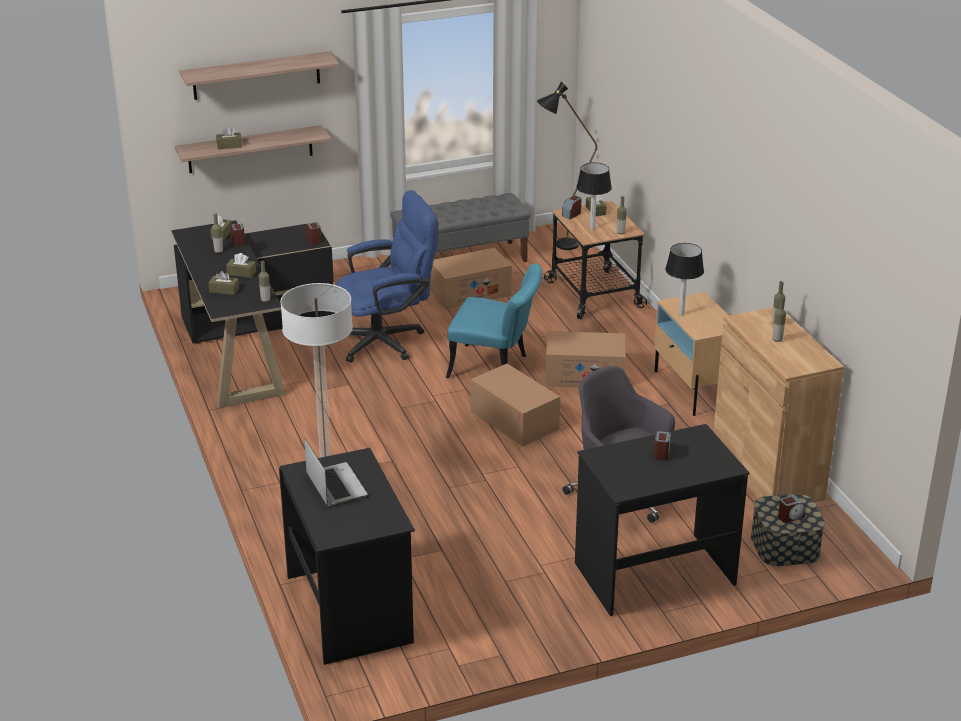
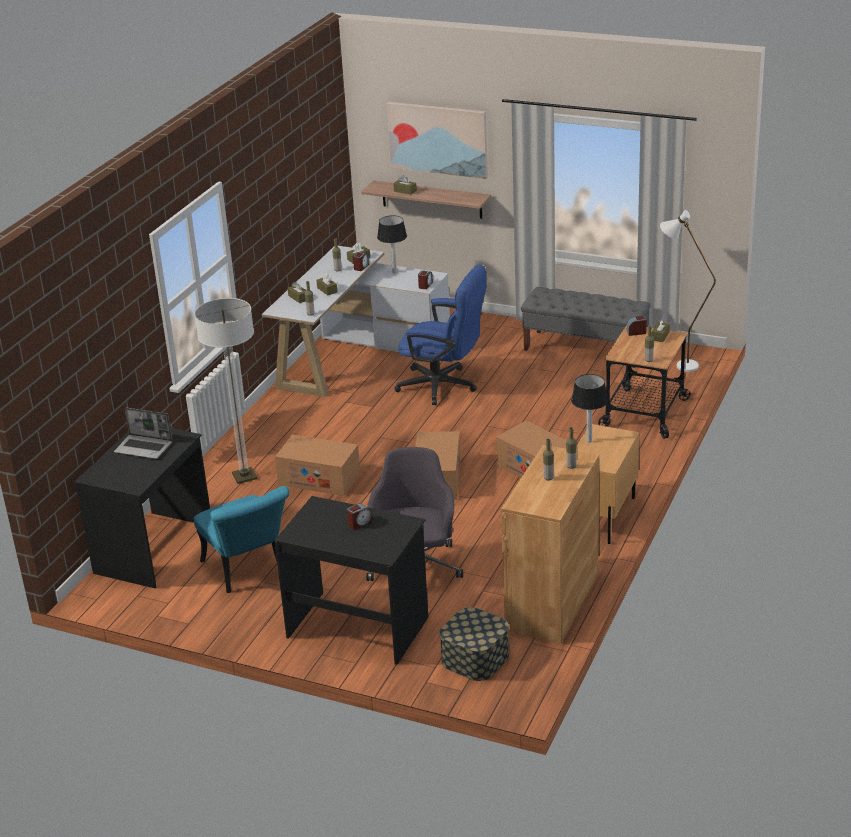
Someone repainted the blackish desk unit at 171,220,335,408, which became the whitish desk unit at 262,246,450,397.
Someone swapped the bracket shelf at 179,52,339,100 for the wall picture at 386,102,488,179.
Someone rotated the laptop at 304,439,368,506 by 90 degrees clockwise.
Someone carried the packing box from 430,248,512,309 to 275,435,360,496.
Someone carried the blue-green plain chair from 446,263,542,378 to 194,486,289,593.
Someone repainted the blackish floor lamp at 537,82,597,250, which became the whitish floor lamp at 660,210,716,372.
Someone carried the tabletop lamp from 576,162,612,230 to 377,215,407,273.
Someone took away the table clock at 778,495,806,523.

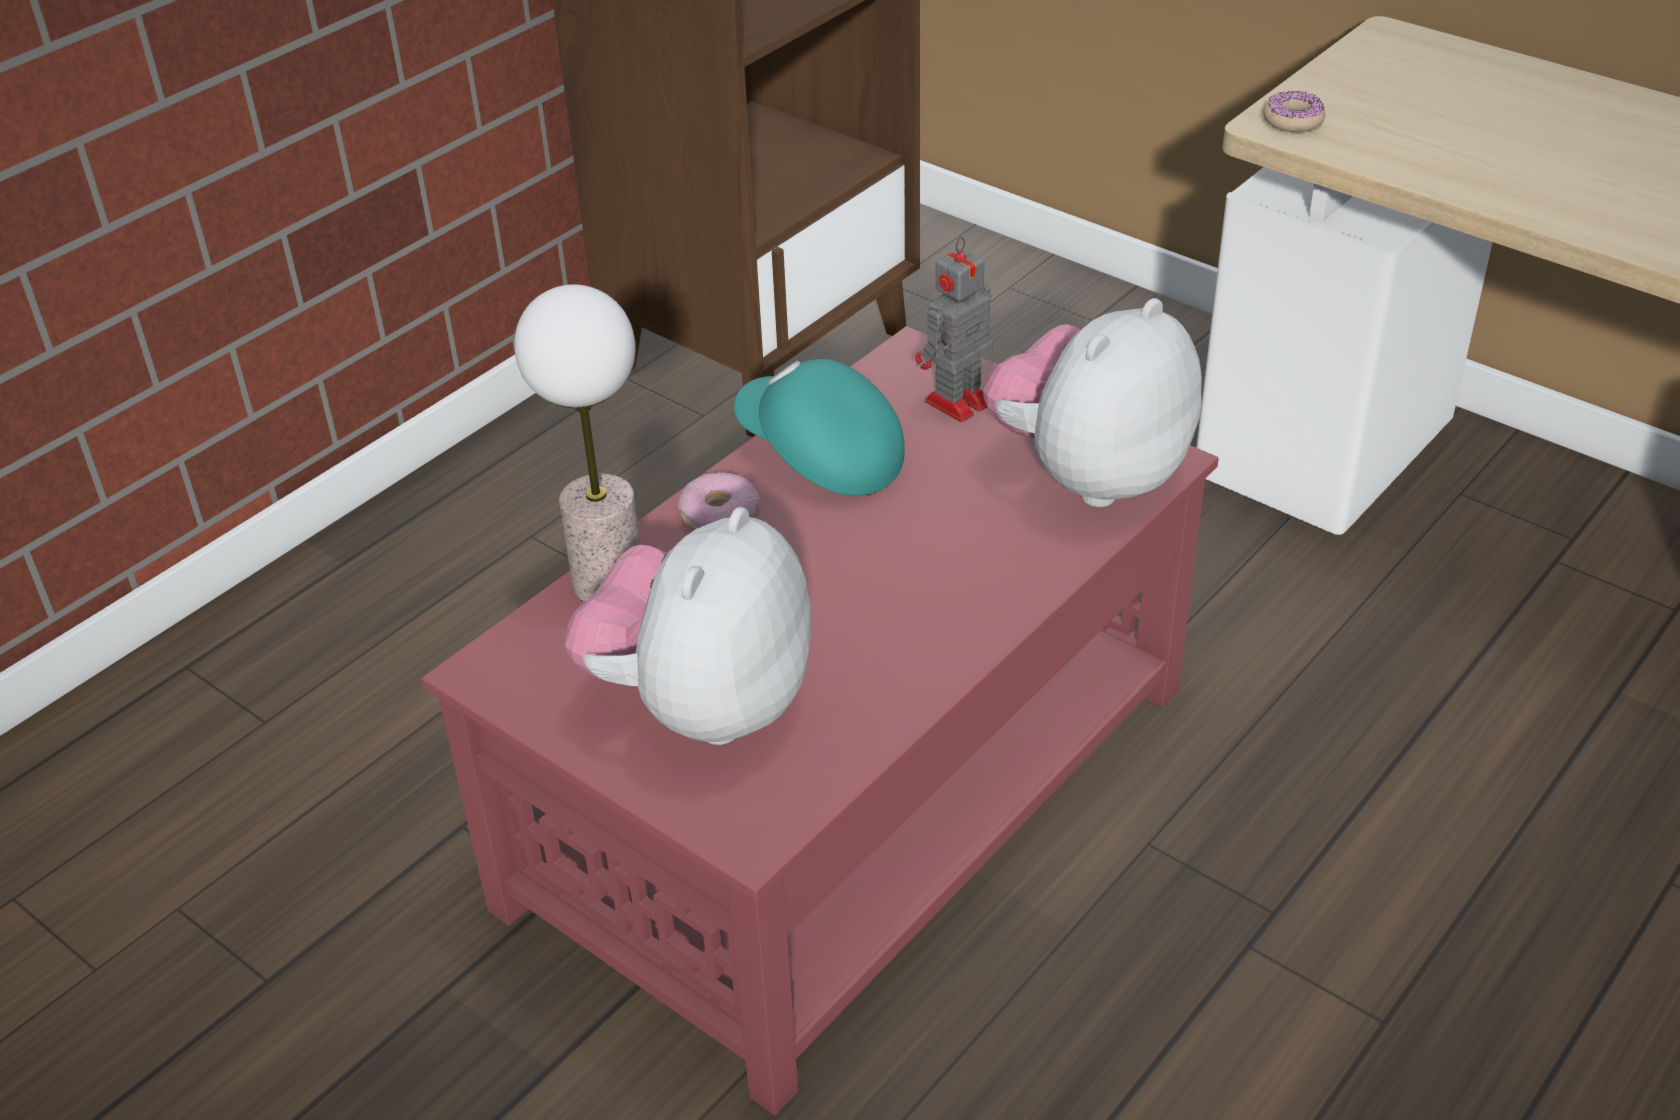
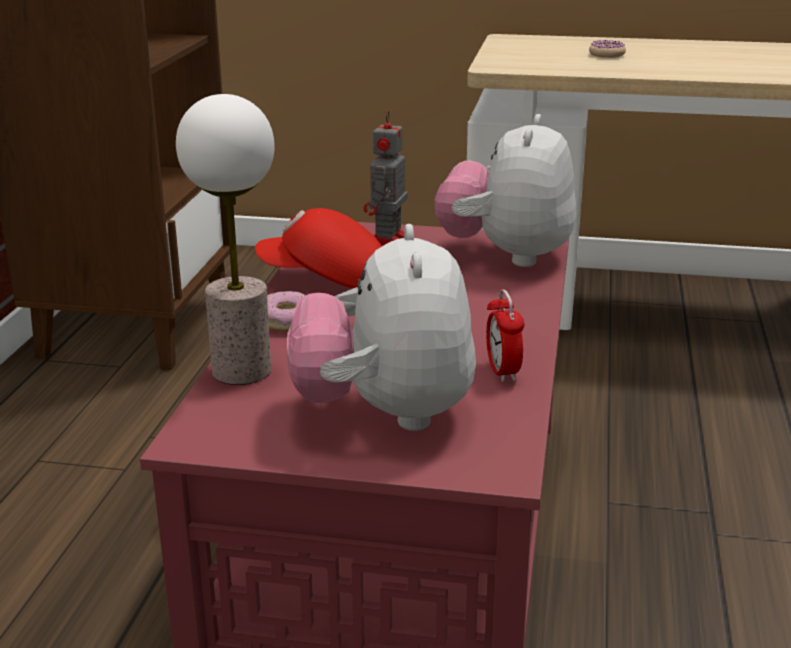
Someone repainted the blue-green cap at 734,359,905,496, which became the red cap at 255,208,382,288.
Someone carried the ring doughnut from 1263,91,1325,132 to 589,40,626,58.
Someone put down the table clock at 486,289,524,382.

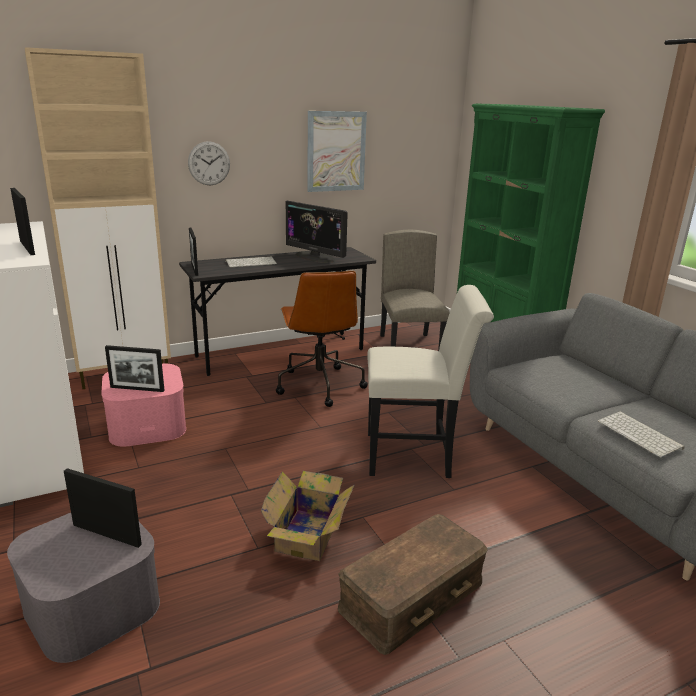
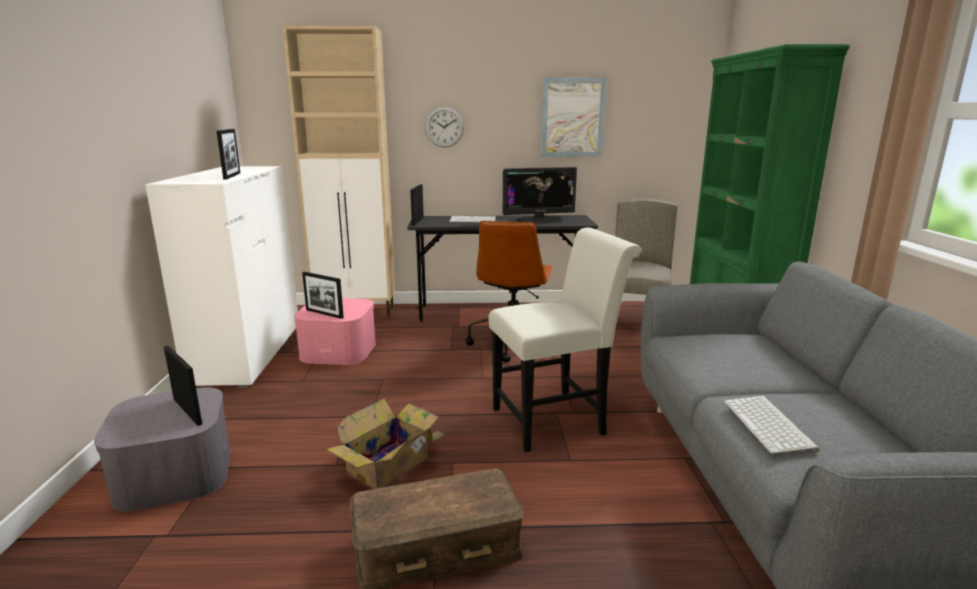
Someone rotated the computer display at 286,201,348,263 by 75 degrees counterclockwise.
Someone rotated the whitish plain chair at 367,285,494,478 by 45 degrees counterclockwise.

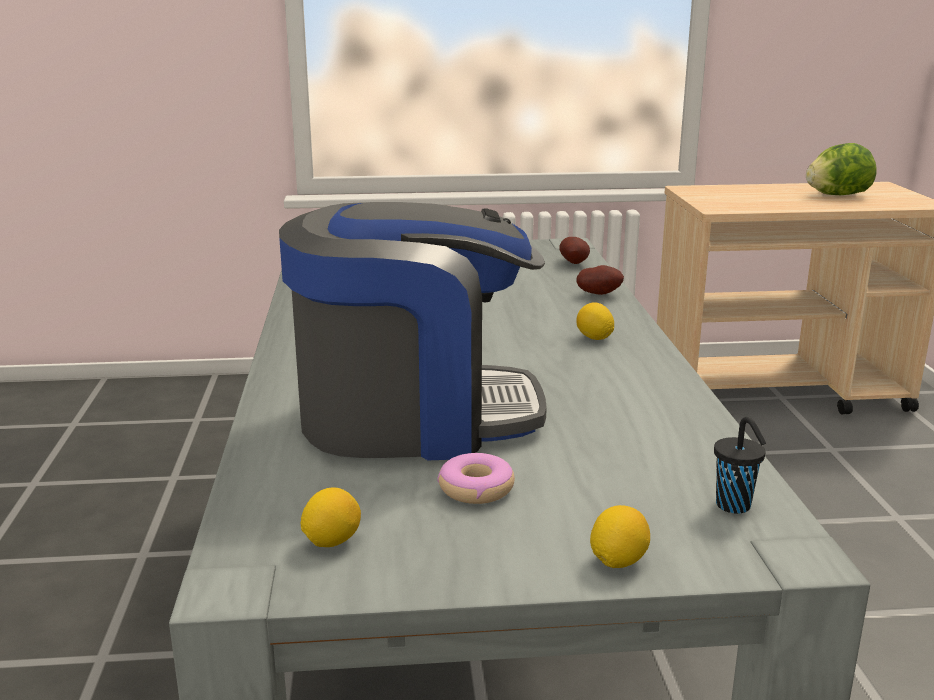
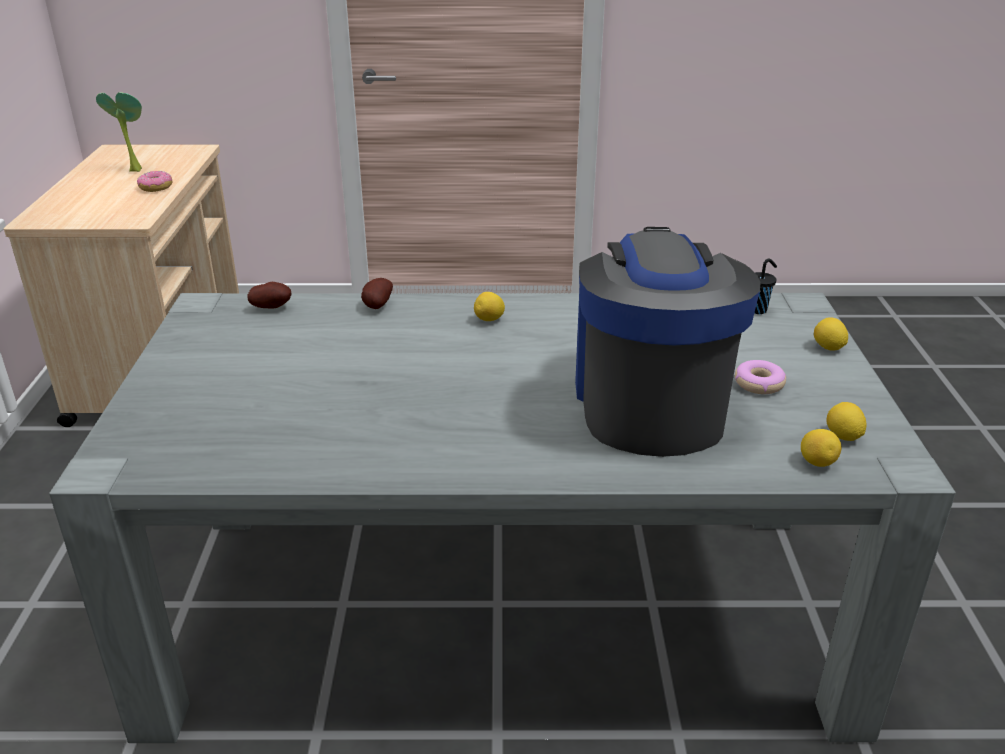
Someone swapped the head of lettuce at 806,143,877,195 for the potted plant at 96,92,142,172.
Someone put down the ring doughnut at 137,171,173,192.
Someone put down the citrus fruit at 801,429,842,467.

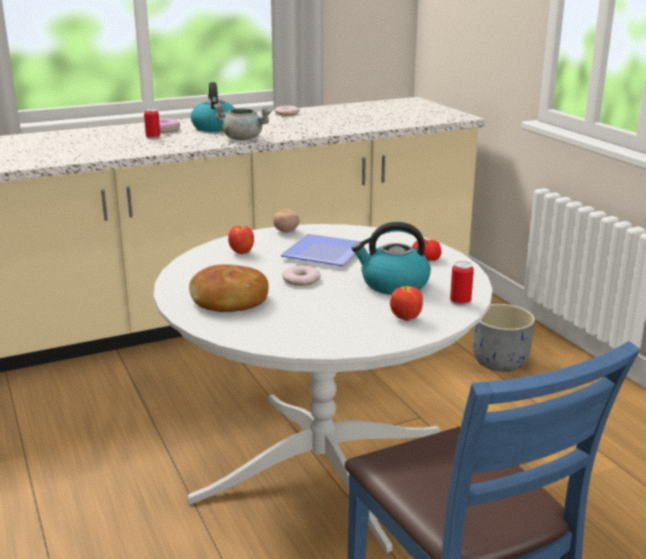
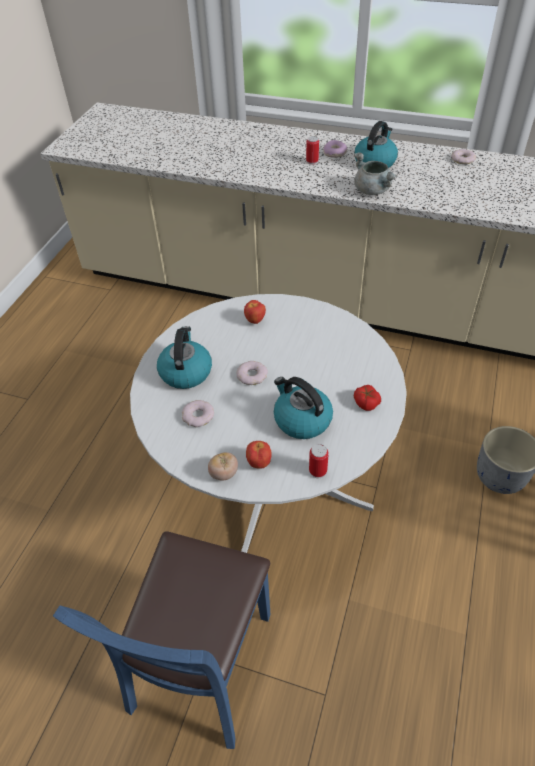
Someone swapped the bakery bread at 189,264,269,312 for the tea kettle at 157,326,212,389.
Someone carried the whole tomato from 273,209,299,233 to 208,452,238,481.
Someone took away the plate at 280,234,366,266.
Someone put down the ring doughnut at 182,400,214,427.

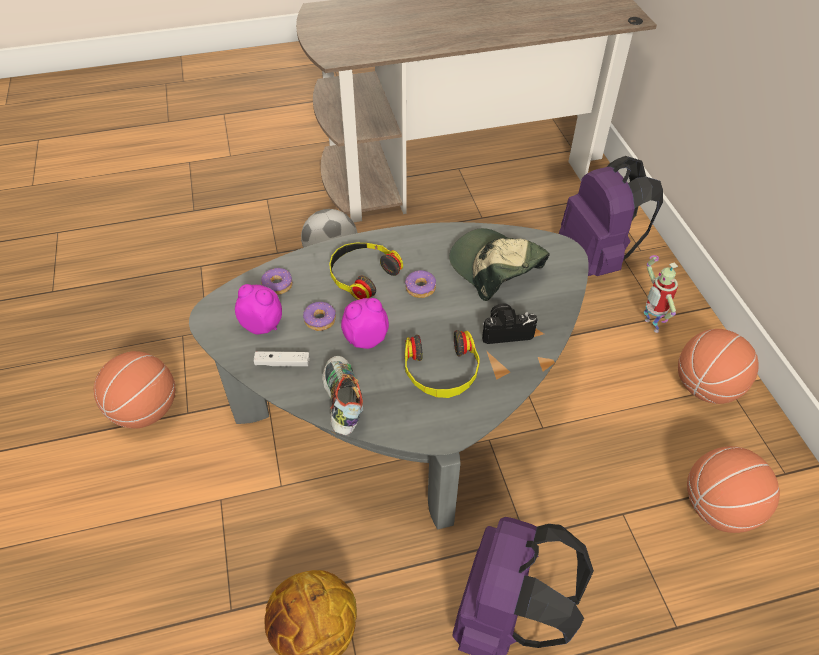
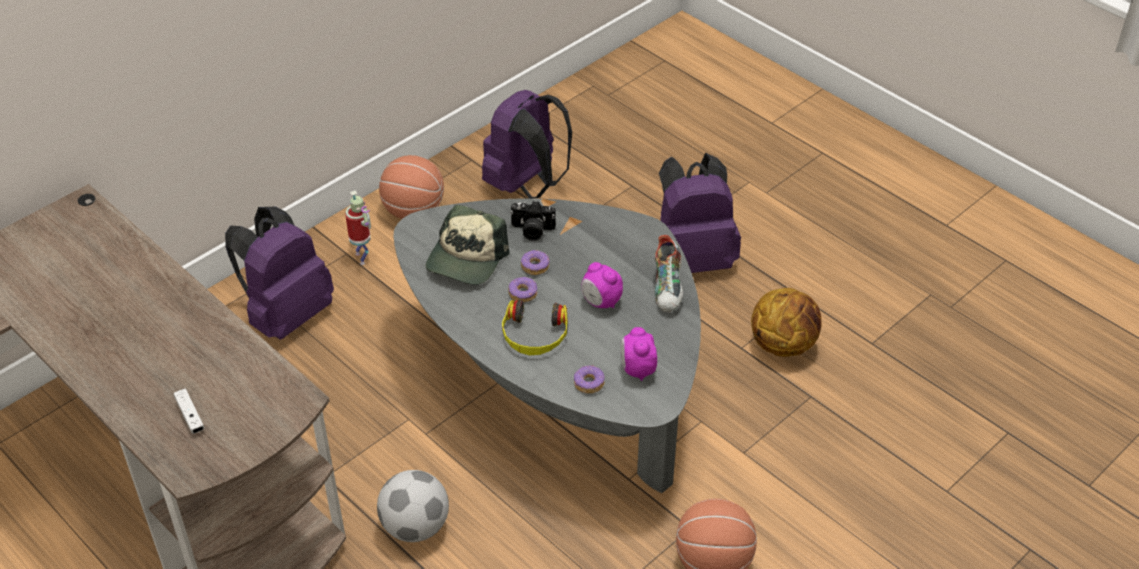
Someone carried the whitish gamepad from 253,351,310,367 to 173,389,205,434.
Someone carried the ring doughnut from 303,302,336,331 to 521,250,550,275.
Someone rotated the low shoe at 322,356,363,436 by 45 degrees counterclockwise.
Someone took away the pair of headphones at 405,330,480,398.
Someone rotated the photo camera at 482,303,538,344 by 45 degrees counterclockwise.
Someone rotated the robot figure at 644,255,678,333 by 60 degrees counterclockwise.
Someone swapped the basketball ball at 687,446,780,533 for the purplish backpack at 482,90,572,199.

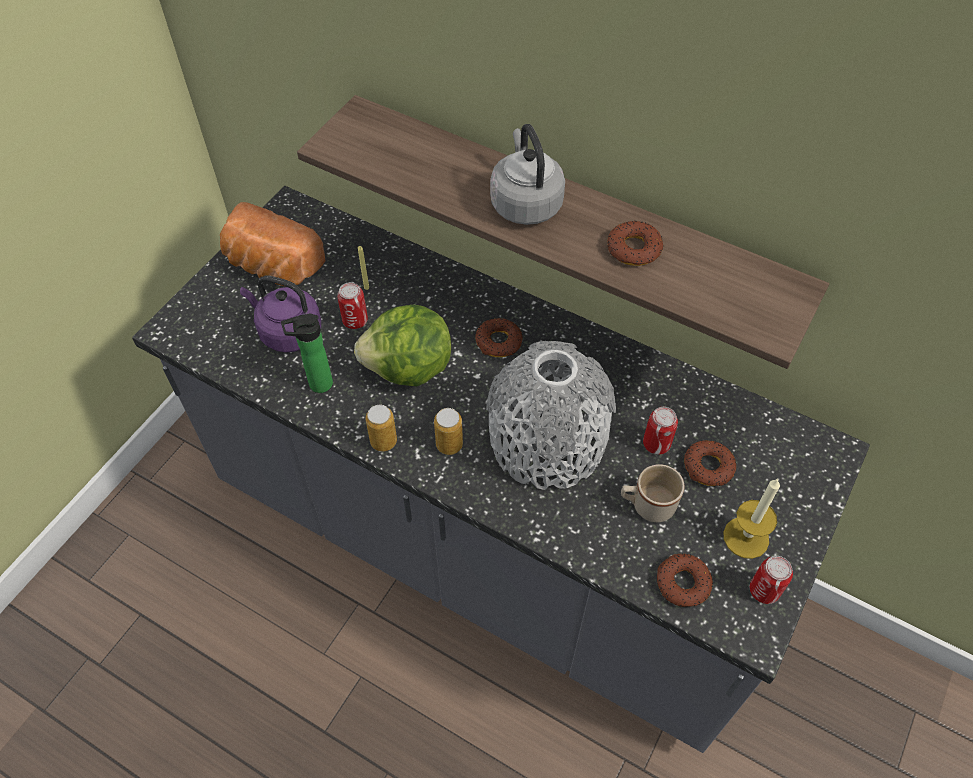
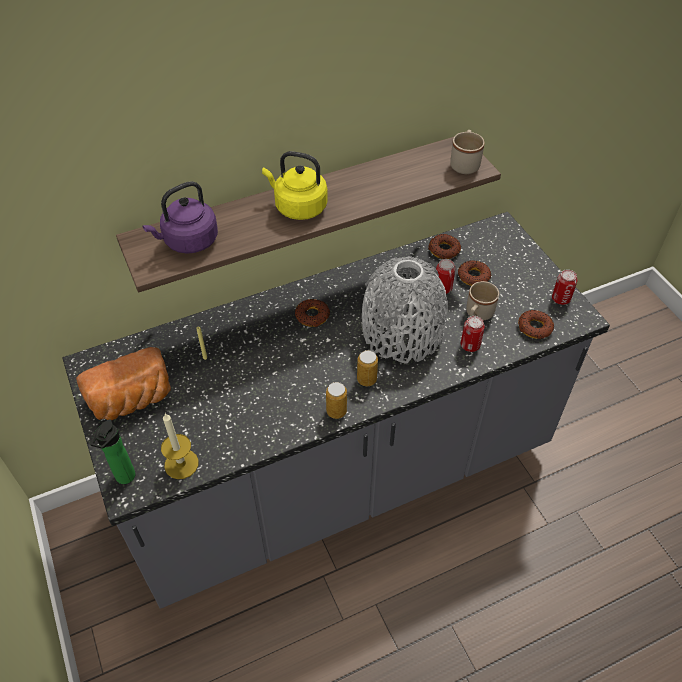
Someone carried the purplish tea kettle from 240,276,321,352 to 142,181,218,254.
Someone carried the beverage bottle from 281,314,333,393 to 90,419,135,484.
Someone carried the metal can from 337,282,368,329 to 461,316,485,352.
Someone took away the head of lettuce at 354,304,451,387.
Someone repainted the gray tea kettle at 490,124,565,225, which became the yellowish tea kettle at 262,151,328,220.
Someone carried the ring doughnut from 607,221,664,266 to 428,234,461,259.
Someone carried the wax candle from 723,479,780,559 to 161,413,199,479.
Someone put down the beige coffee mug at 450,130,485,174.

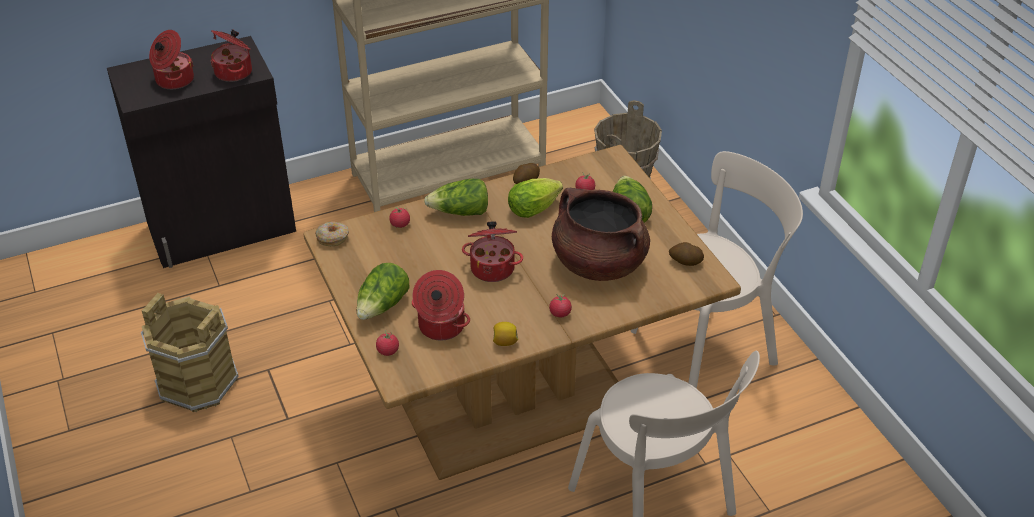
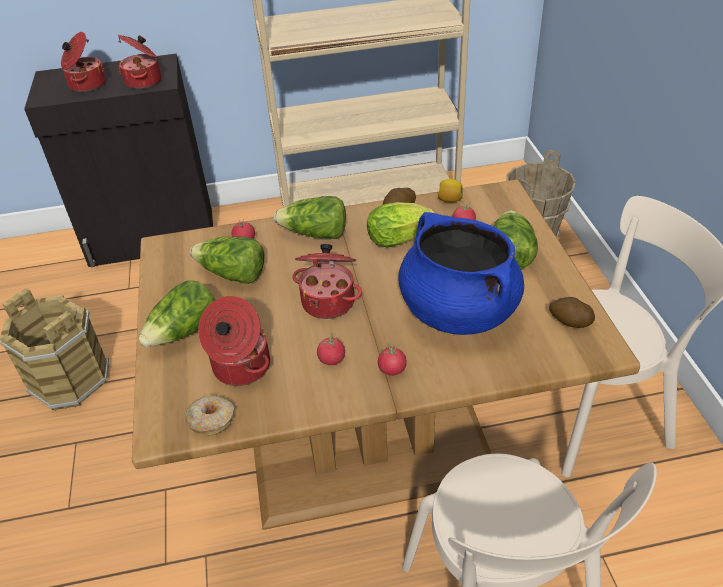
Someone carried the ring doughnut from 315,222,349,246 to 185,395,234,436.
Someone carried the whole tomato from 376,330,399,356 to 317,333,345,365.
Someone carried the citrus fruit from 493,322,518,346 to 438,179,463,203.
Someone repainted the brown stockpot at 552,188,650,281, which became the blue-coloured stockpot at 399,212,524,335.
Someone put down the head of lettuce at 190,237,264,284.

